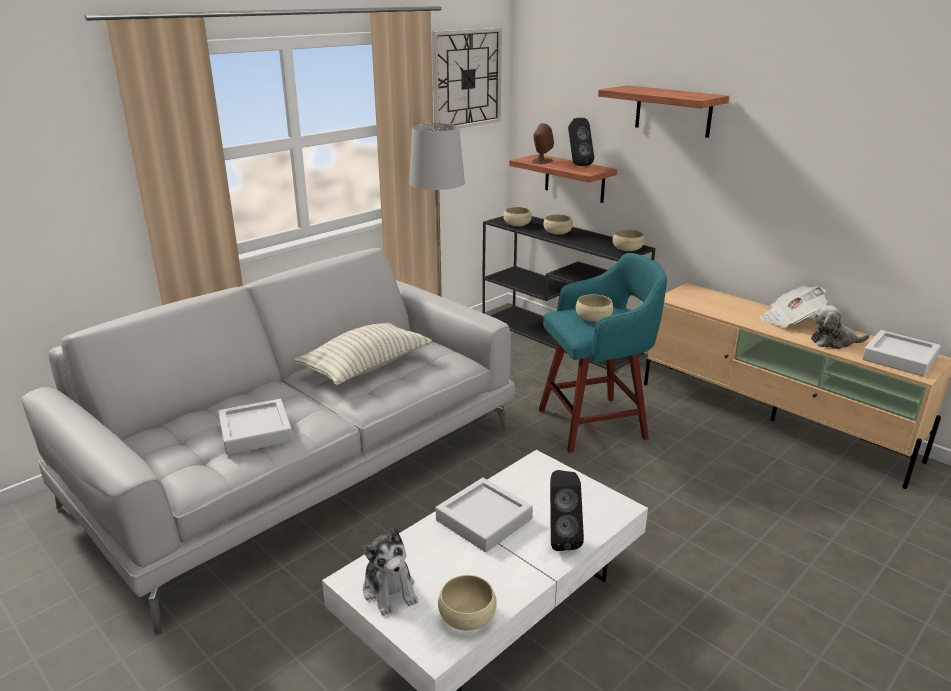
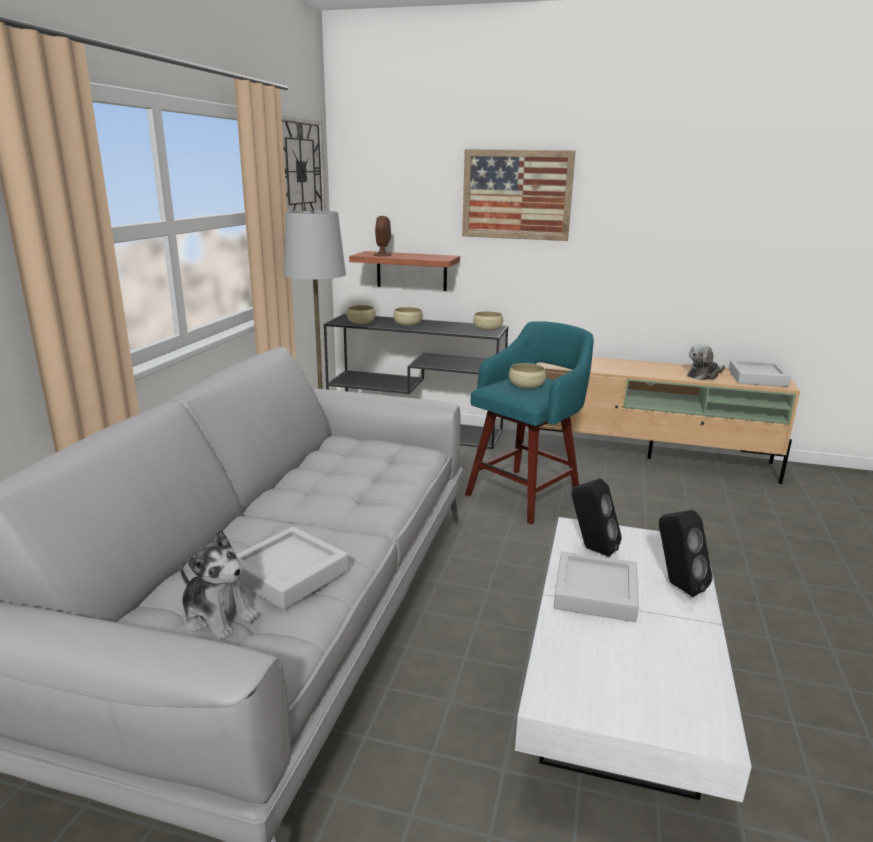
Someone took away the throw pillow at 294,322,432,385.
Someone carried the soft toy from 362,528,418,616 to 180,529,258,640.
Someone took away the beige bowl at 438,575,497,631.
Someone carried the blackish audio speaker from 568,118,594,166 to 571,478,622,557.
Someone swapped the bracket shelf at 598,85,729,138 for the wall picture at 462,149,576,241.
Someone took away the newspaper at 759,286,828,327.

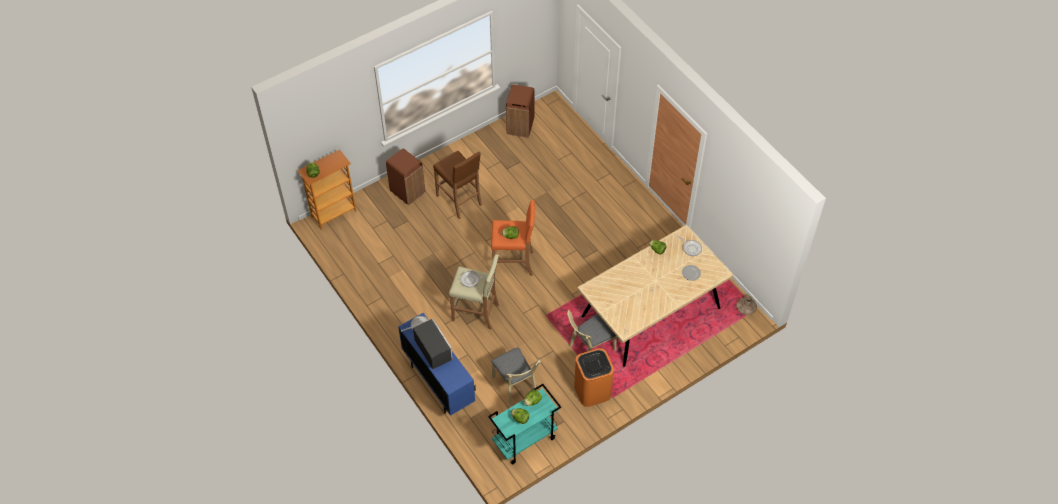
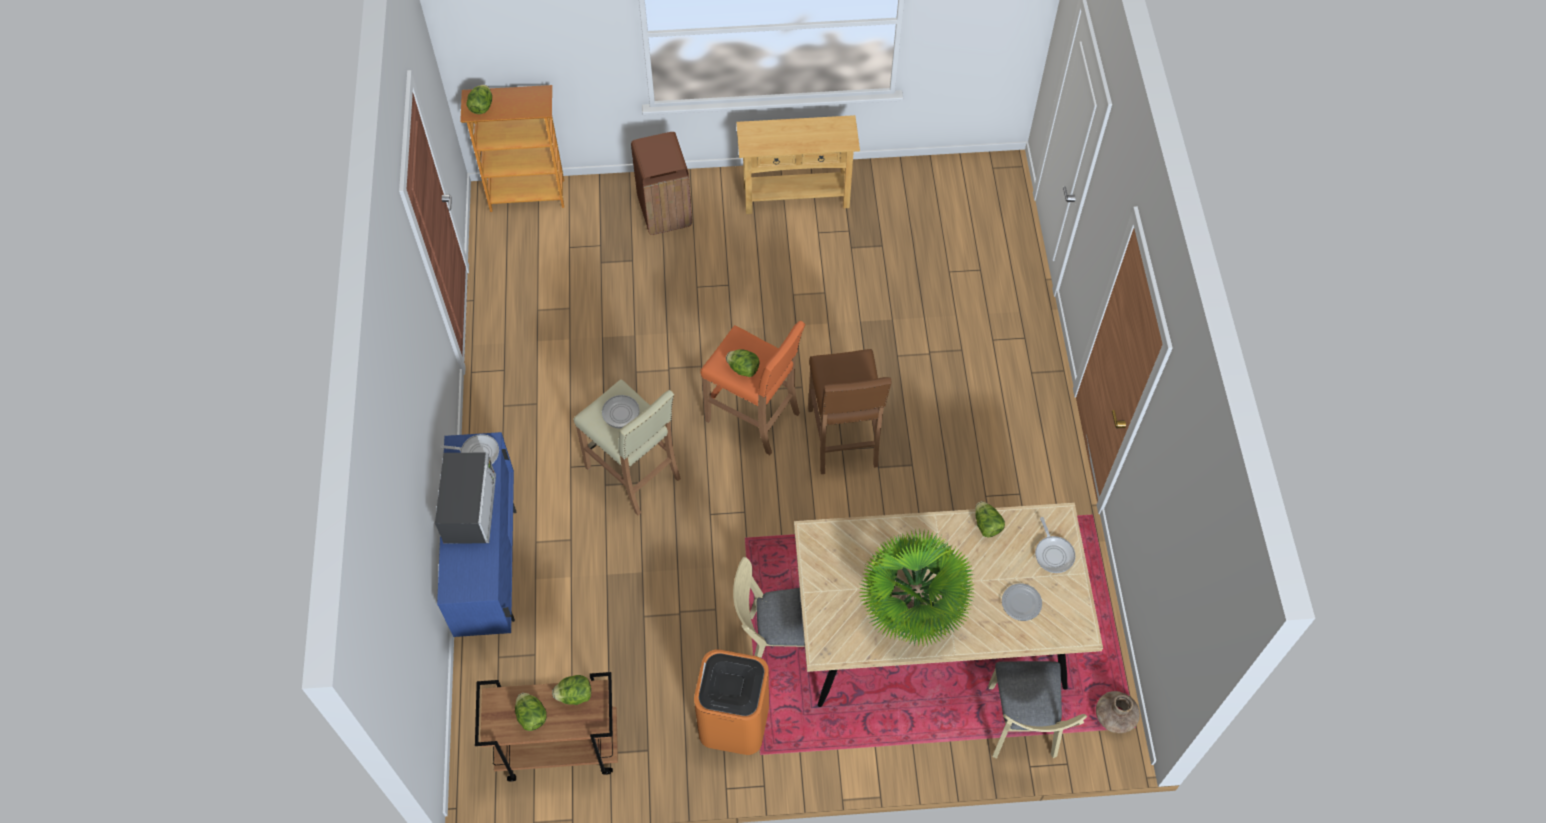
Someone carried the brown sitting stool from 433,150,482,219 to 808,349,891,474.
Someone repainted the blue-green wheeled cart at 488,384,561,465, which became the brown wheeled cart at 475,672,618,781.
Someone carried the beige plain chair from 491,347,541,405 to 988,661,1087,759.
Someone took away the brown waste bin at 506,85,535,137.
Someone put down the beige hall table at 736,115,860,214.
Someone put down the potted plant at 859,529,975,646.

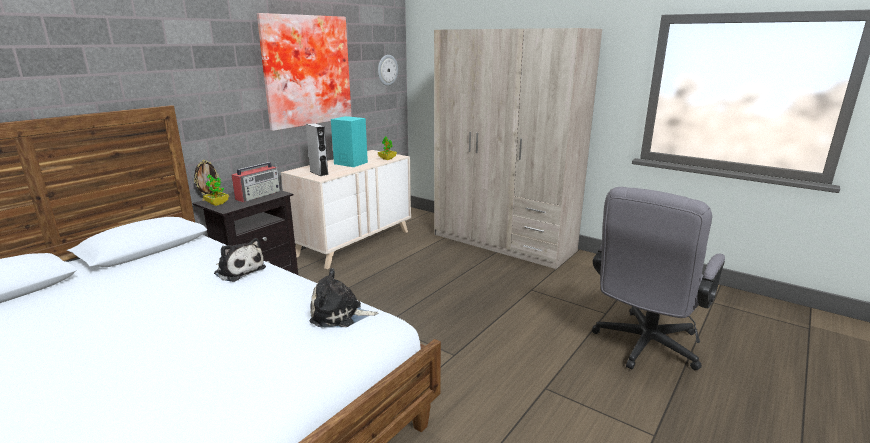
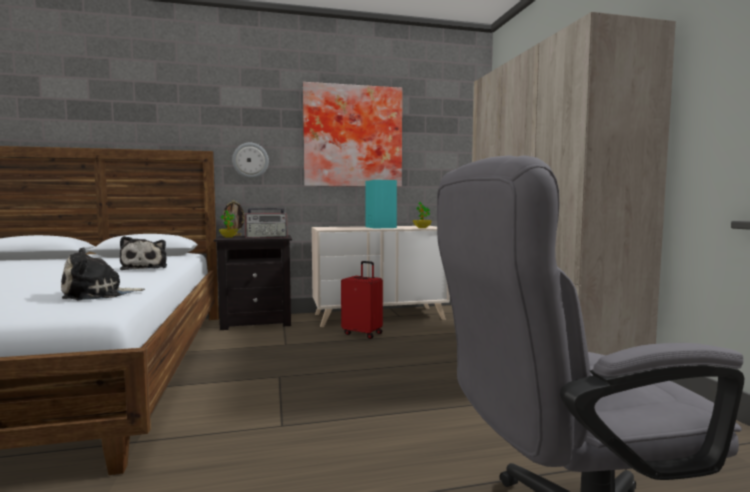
Someone took away the gray audio speaker at 306,123,328,176.
Someone rotated the soft toy at 309,268,378,327 by 75 degrees counterclockwise.
Someone carried the wall clock from 378,55,398,86 to 232,143,269,178.
Someone put down the red travel case at 341,261,383,339.

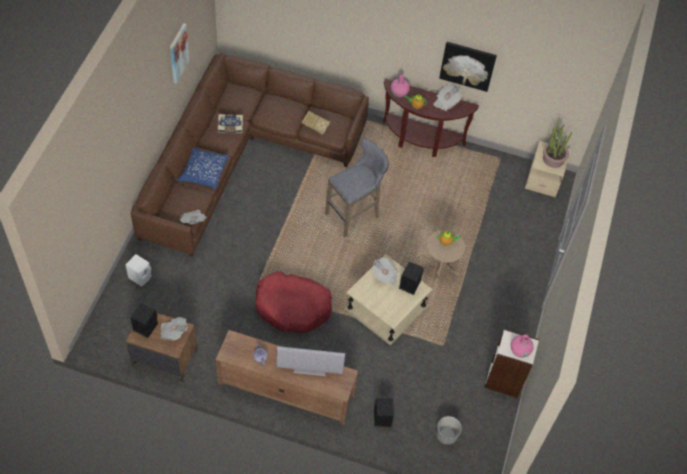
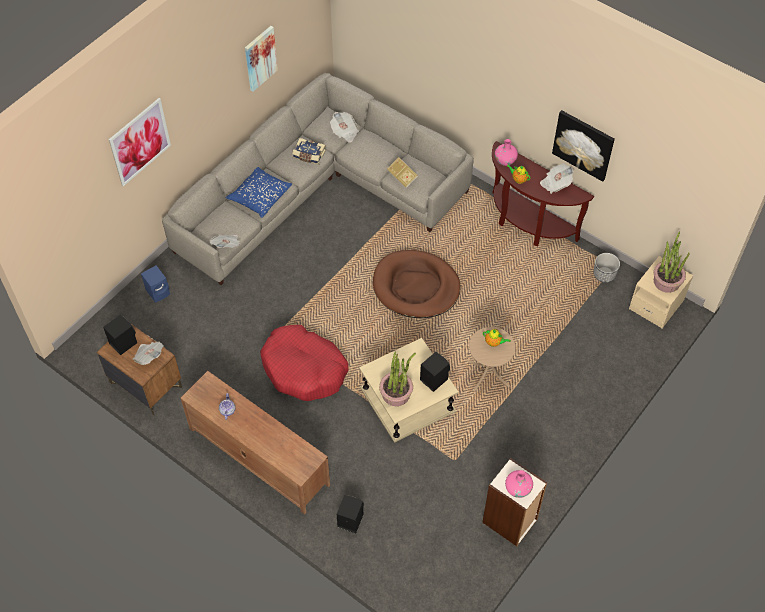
Someone repainted the whitish audio speaker at 126,254,152,287, which became the blue-coloured audio speaker at 141,266,170,303.
Someone repainted the brown couch at 131,54,369,257, which became the gray couch at 162,73,474,285.
Someone took away the television at 277,346,345,376.
Someone swapped the gray sitting stool at 325,138,389,238 for the brown dog cushion at 373,250,461,318.
Someone carried the newspaper from 373,258,399,286 to 330,112,359,143.
Someone carried the flower pot from 436,416,462,445 to 593,253,620,283.
Someone put up the wall picture at 109,98,171,186.
Someone put down the potted plant at 379,351,416,406.

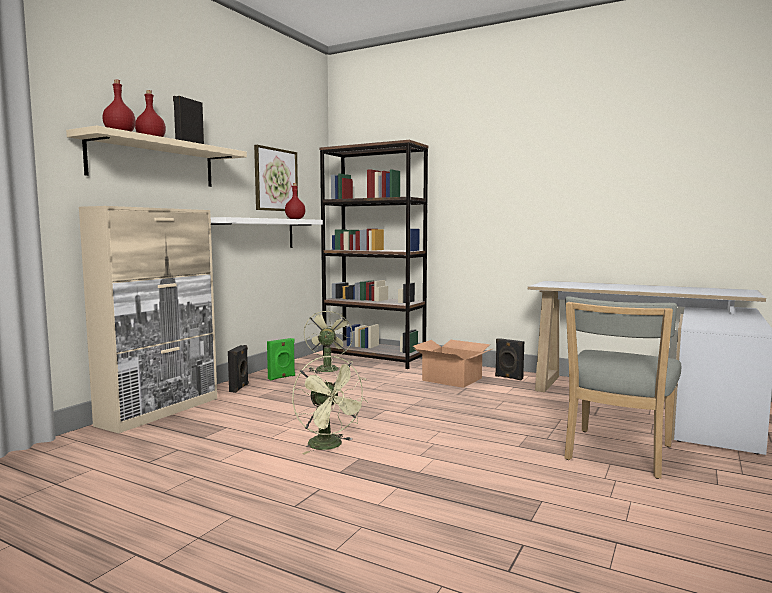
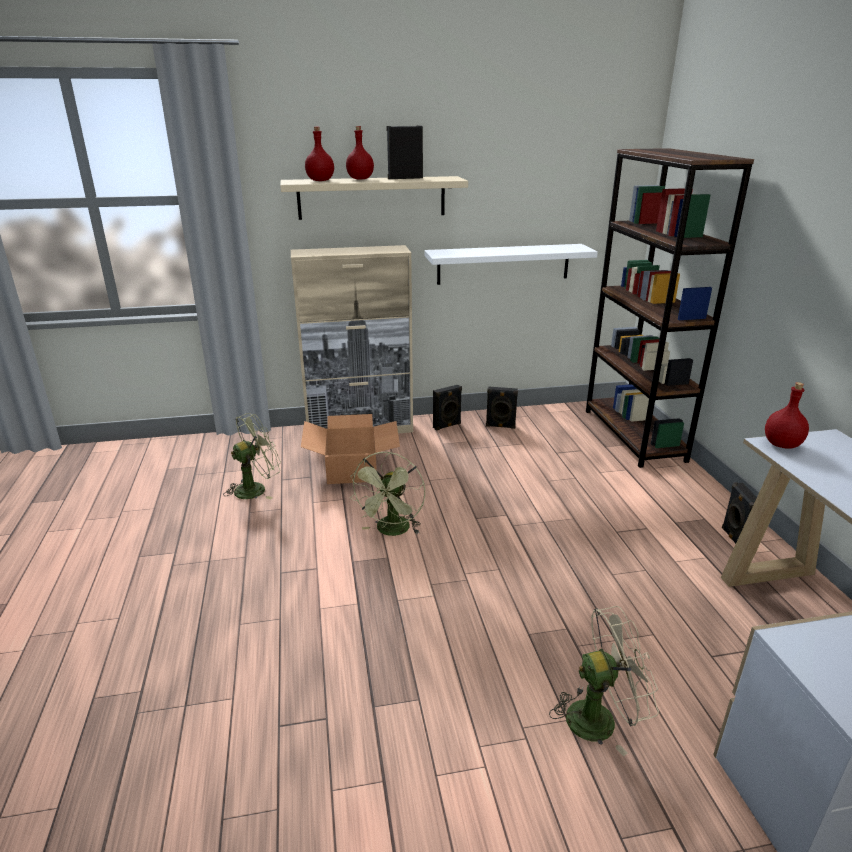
Someone took away the wall picture at 254,145,298,211.
Someone repainted the green-coloured audio speaker at 267,338,295,380, which became the blackish audio speaker at 486,386,518,429.
Someone carried the red beverage bottle from 285,183,306,219 to 765,382,809,449.
Someone carried the green-coloured fan from 304,309,353,374 to 223,413,281,500.
Someone carried the packing box from 413,340,494,388 to 301,414,400,484.
Someone swapped the gray plain chair at 564,296,681,479 for the beige fan at 549,606,659,756.

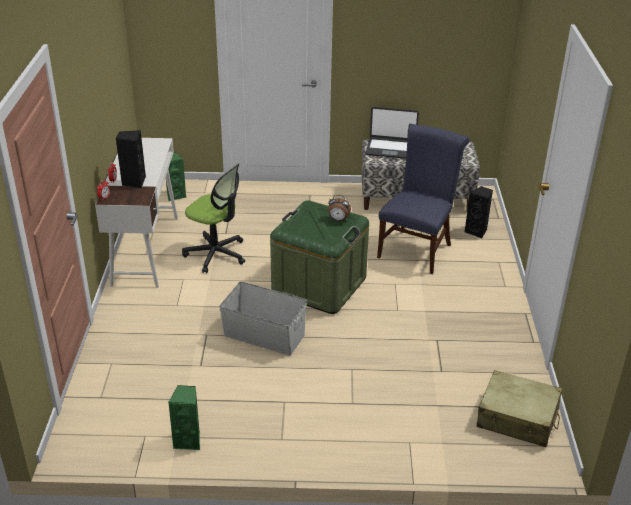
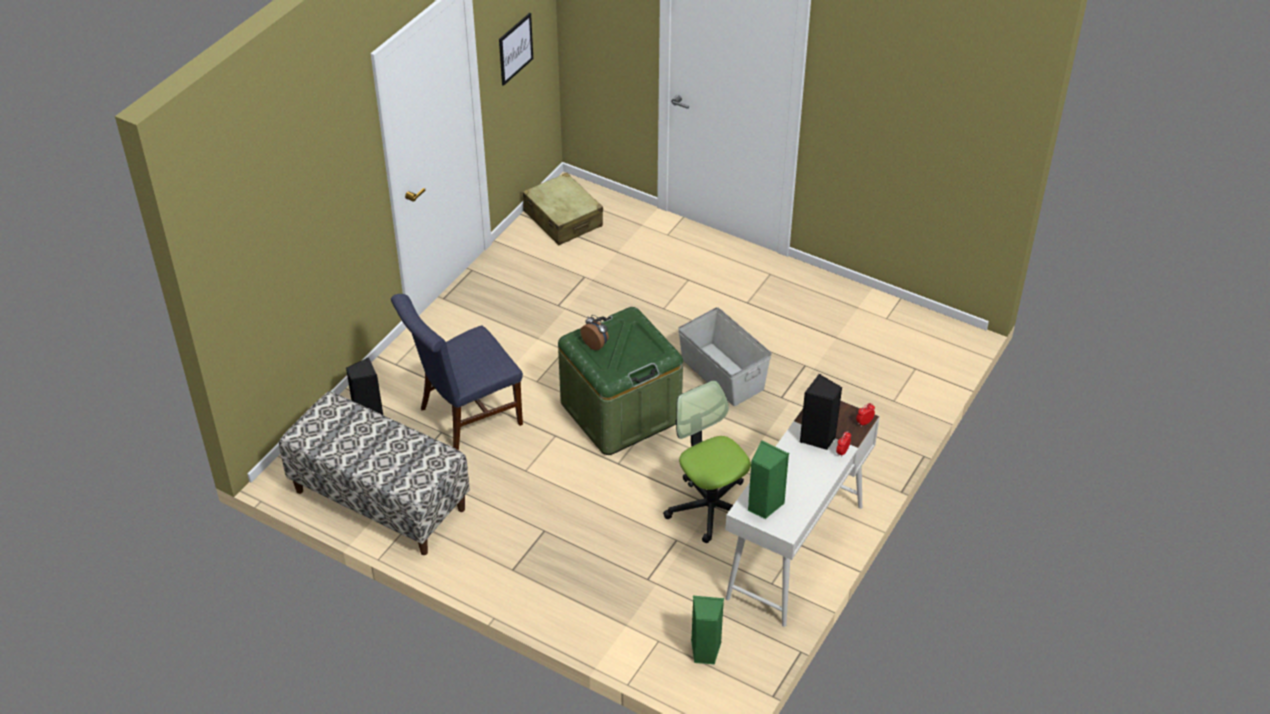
Someone carried the green-coloured audio speaker from 168,385,200,450 to 747,440,789,519.
Someone took away the laptop at 366,107,419,159.
Someone put up the wall picture at 499,13,533,86.

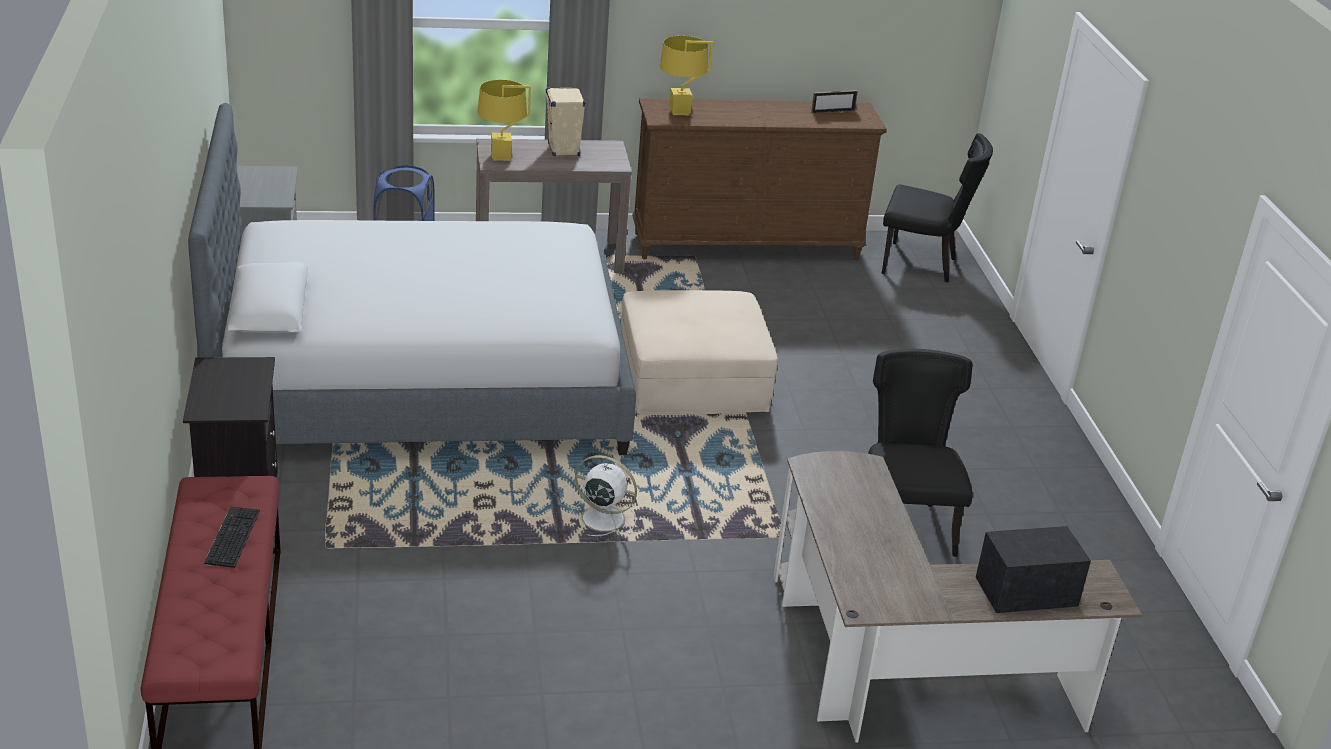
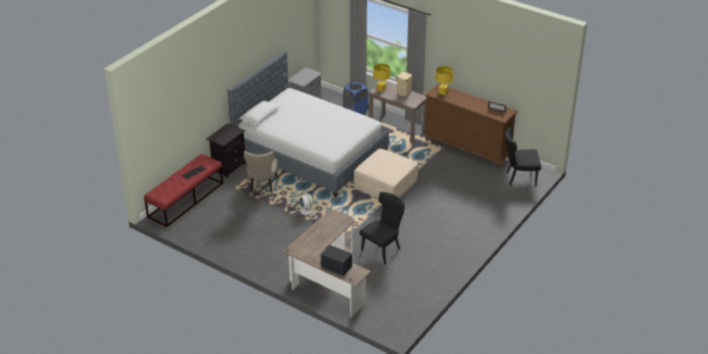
Someone rotated the blackish plain chair at 881,133,993,283 by 120 degrees clockwise.
Someone put down the beige plain chair at 244,151,278,196.

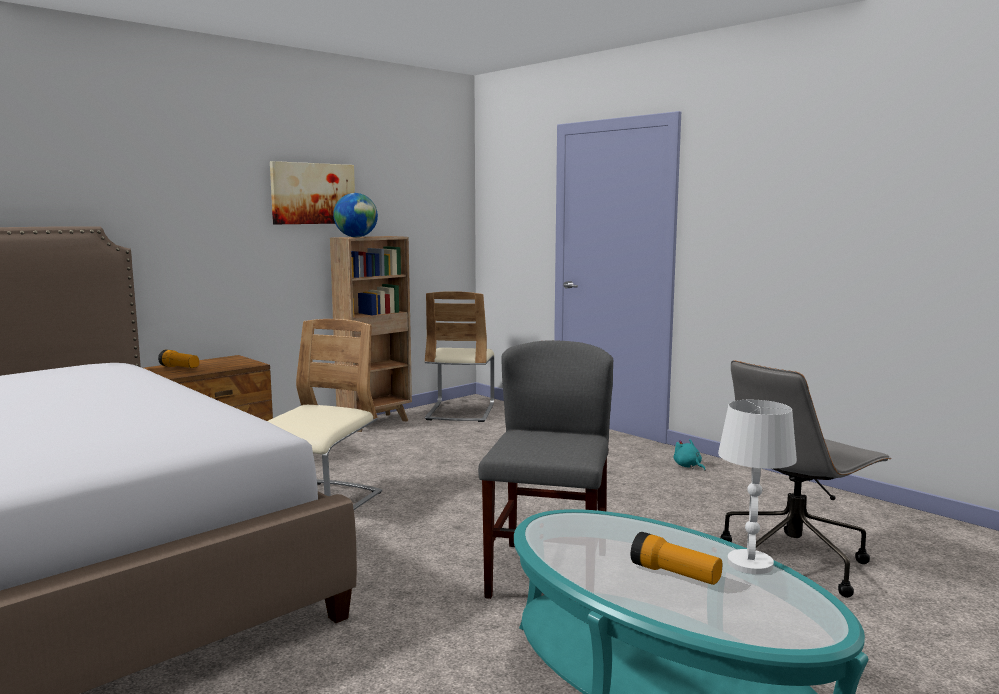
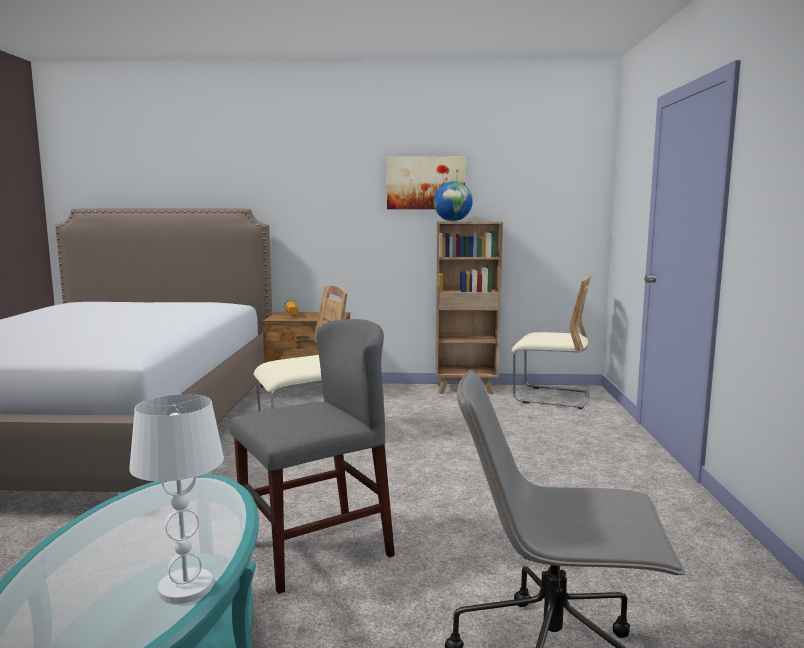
Someone rotated the beige plain chair at 425,291,494,422 by 120 degrees counterclockwise.
Someone took away the flashlight at 631,532,722,585.
Someone took away the blue-green soft toy at 674,439,705,471.

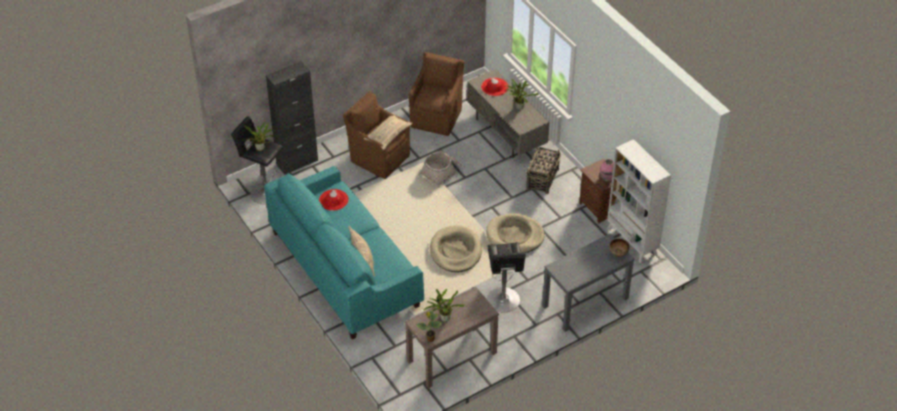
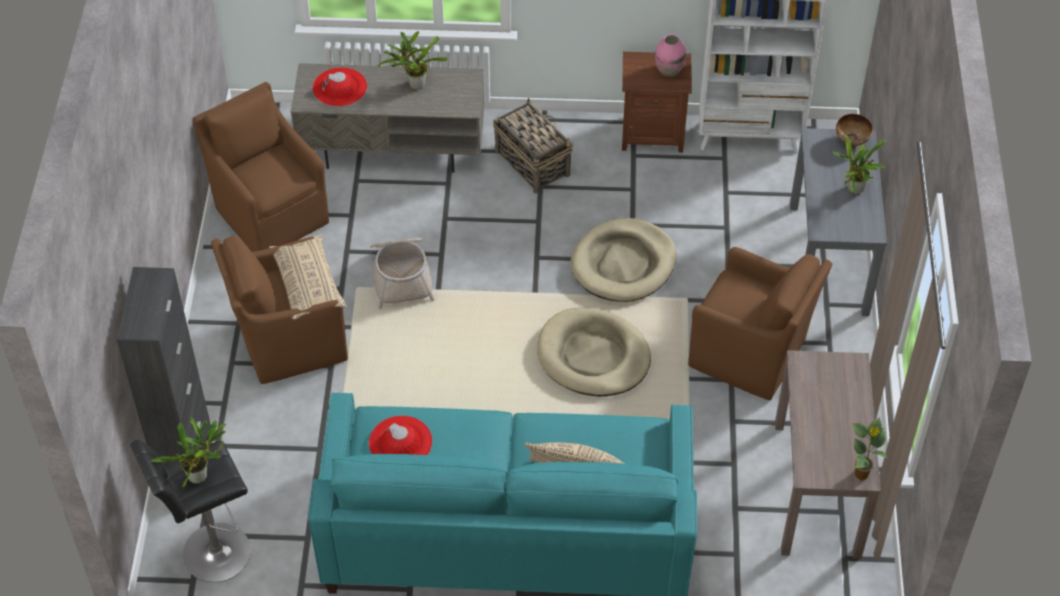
Someone carried the potted plant from 423,289,465,322 to 831,134,886,194.
Someone swapped the blackish sitting stool at 487,242,526,312 for the brown lounge chair at 688,247,832,400.

